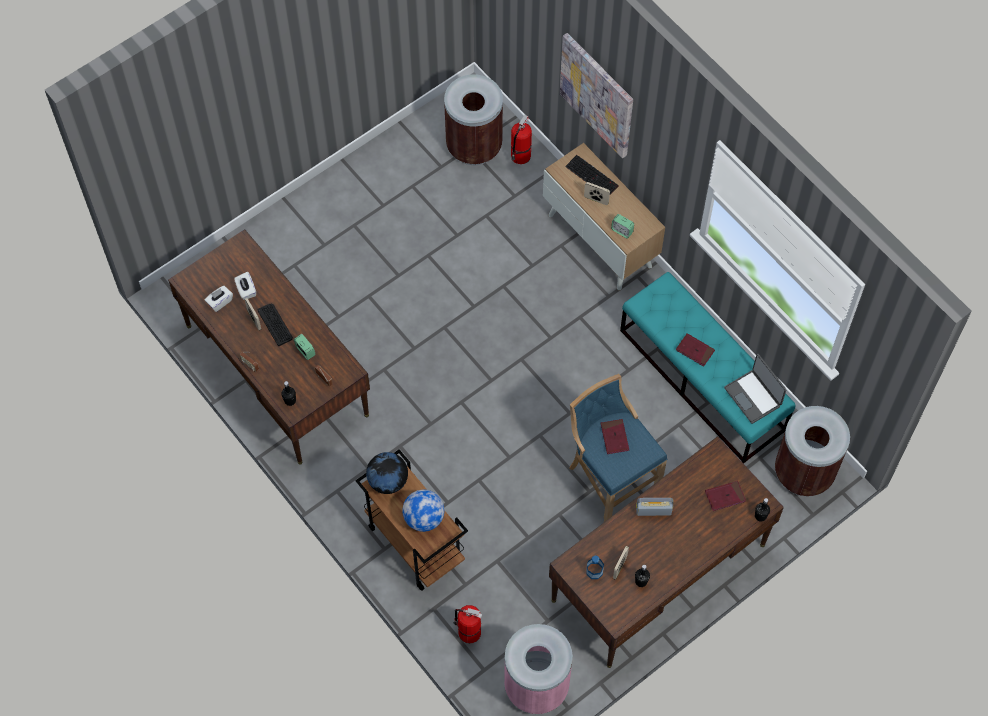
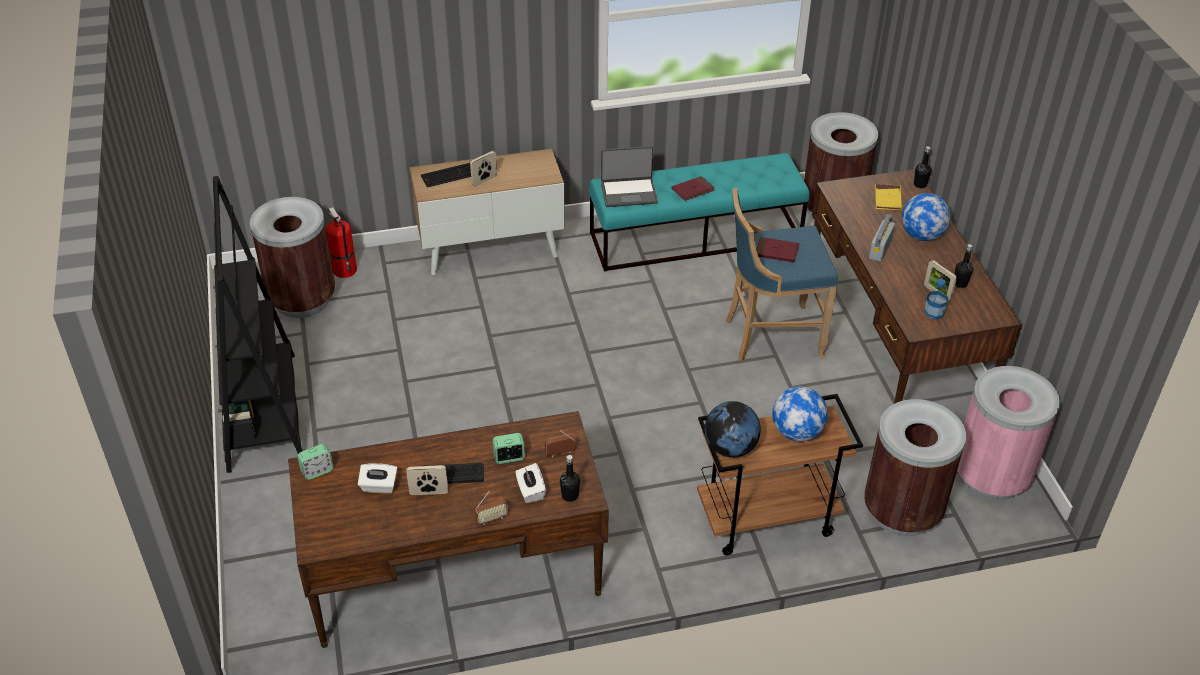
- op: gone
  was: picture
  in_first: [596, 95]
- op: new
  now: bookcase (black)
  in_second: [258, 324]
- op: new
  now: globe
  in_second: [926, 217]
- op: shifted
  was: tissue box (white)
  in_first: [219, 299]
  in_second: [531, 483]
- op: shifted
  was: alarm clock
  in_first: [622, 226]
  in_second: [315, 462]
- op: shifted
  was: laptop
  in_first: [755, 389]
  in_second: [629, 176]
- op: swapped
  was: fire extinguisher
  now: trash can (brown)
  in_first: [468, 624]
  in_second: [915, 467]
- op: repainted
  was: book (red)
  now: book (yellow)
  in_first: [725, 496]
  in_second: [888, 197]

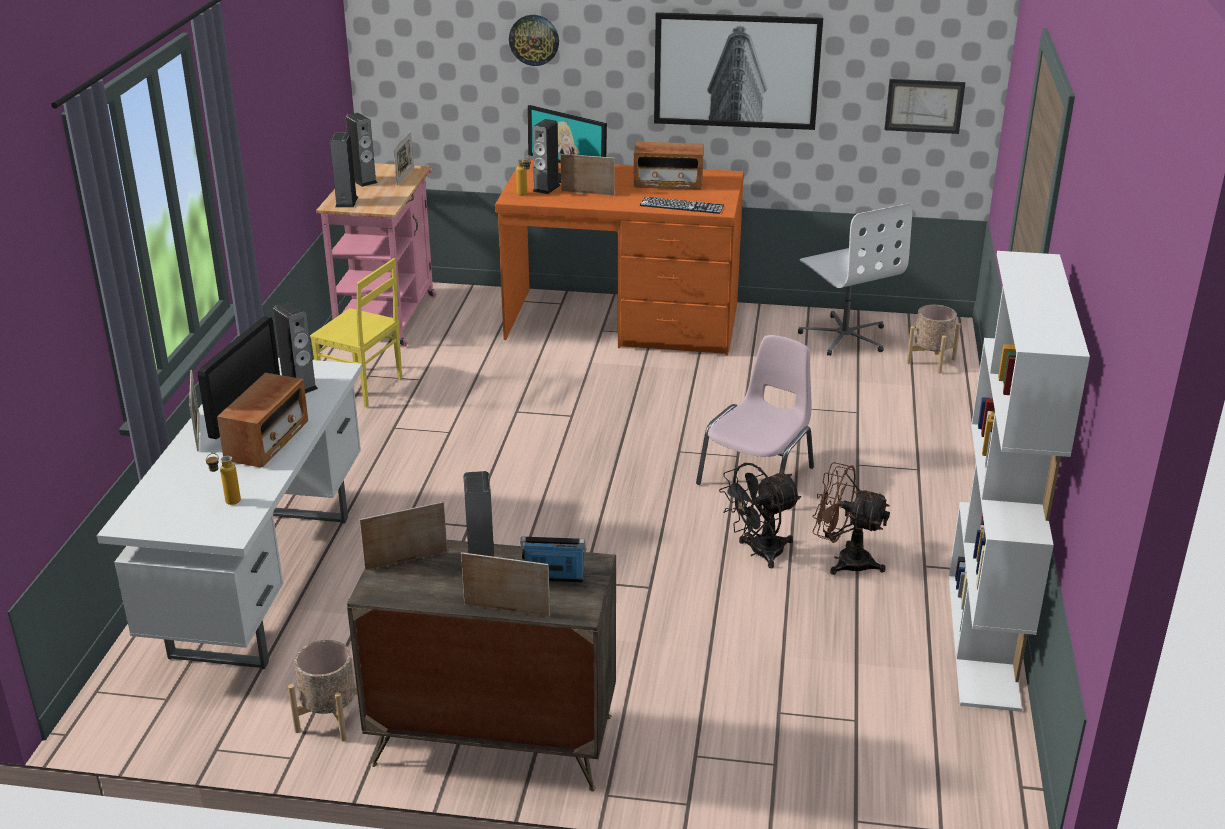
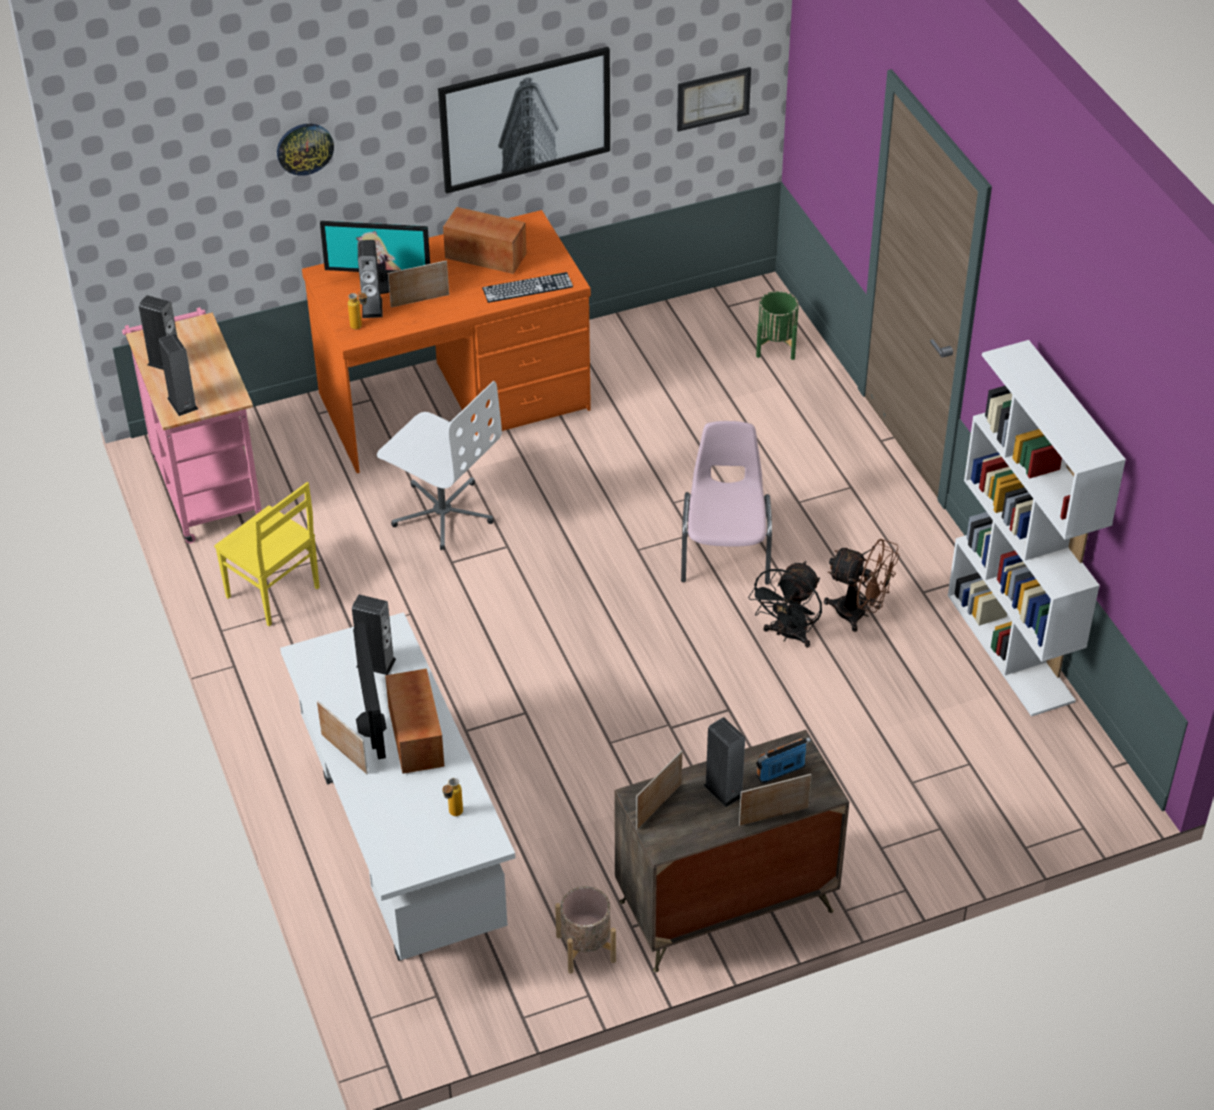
- op: gone
  was: picture frame
  in_first: [404, 158]
- op: shifted
  was: office chair (white)
  in_first: [855, 279]
  in_second: [439, 465]
- op: repainted
  was: planter (beige)
  now: planter (green)
  in_first: [933, 339]
  in_second: [777, 325]
- op: rotated
  was: chair (yellow)
  in_first: [356, 332]
  in_second: [267, 554]
  clockwise: 45
- op: rotated
  was: radio
  in_first: [669, 166]
  in_second: [485, 240]
  clockwise: -135
- op: rotated
  was: fan (brown)
  in_first: [851, 518]
  in_second: [862, 585]
  clockwise: -150

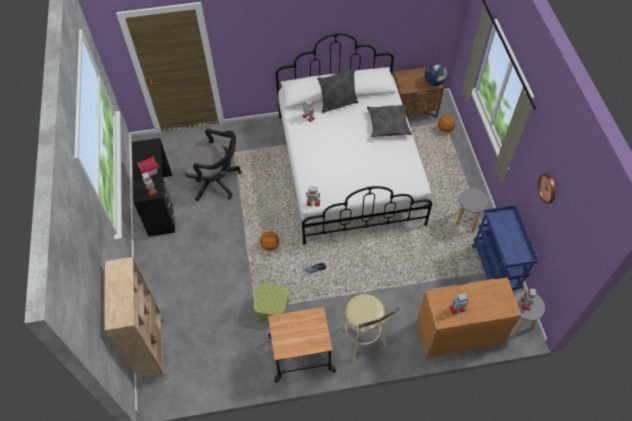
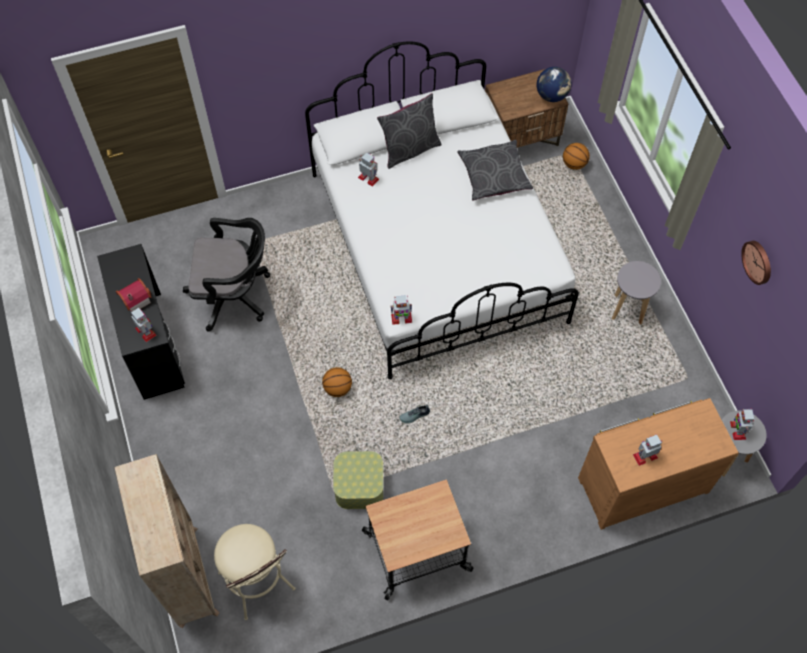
- op: gone
  was: cart (blue)
  in_first: [505, 247]
- op: shifted
  was: stool (beige)
  in_first: [368, 327]
  in_second: [255, 572]

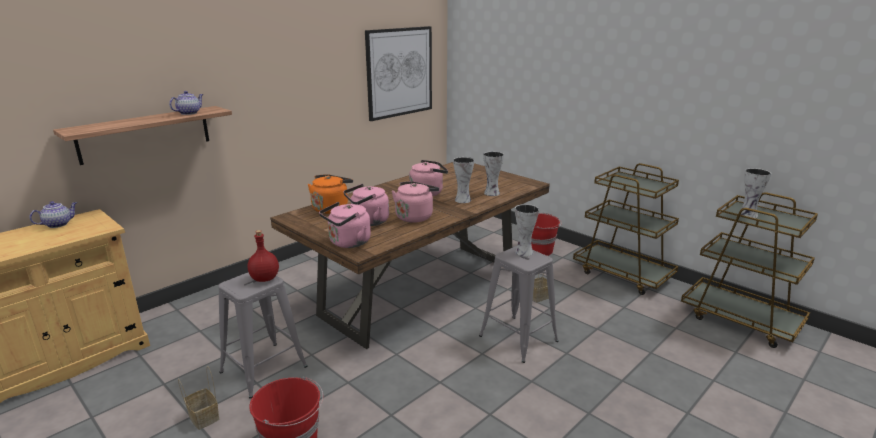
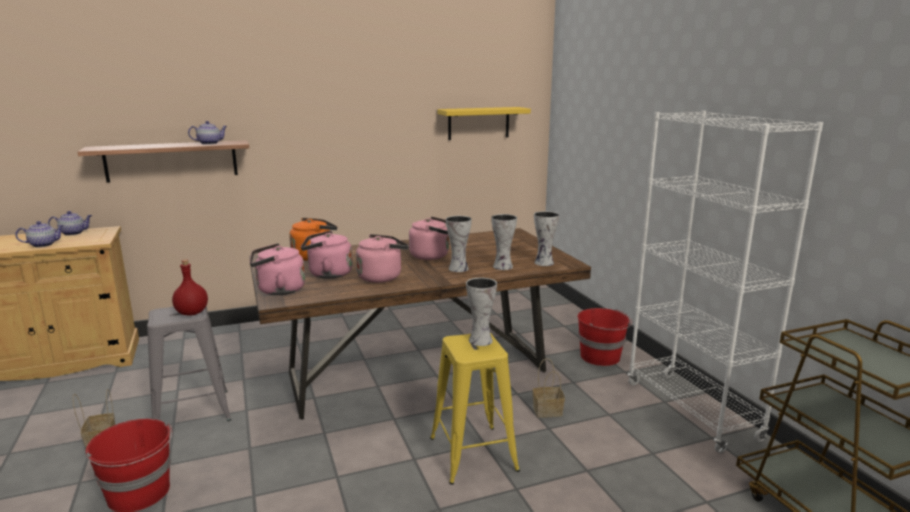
- op: new
  now: teapot
  in_second: [39, 234]
- op: shifted
  was: vase
  in_first: [756, 193]
  in_second: [546, 238]
- op: swapped
  was: picture
  now: shelf (yellow)
  in_first: [398, 73]
  in_second: [484, 123]
- op: swapped
  was: cart (brown)
  now: bookcase (white)
  in_first: [626, 229]
  in_second: [725, 282]
- op: repainted
  was: stool (grey)
  now: stool (yellow)
  in_first: [518, 304]
  in_second: [475, 409]

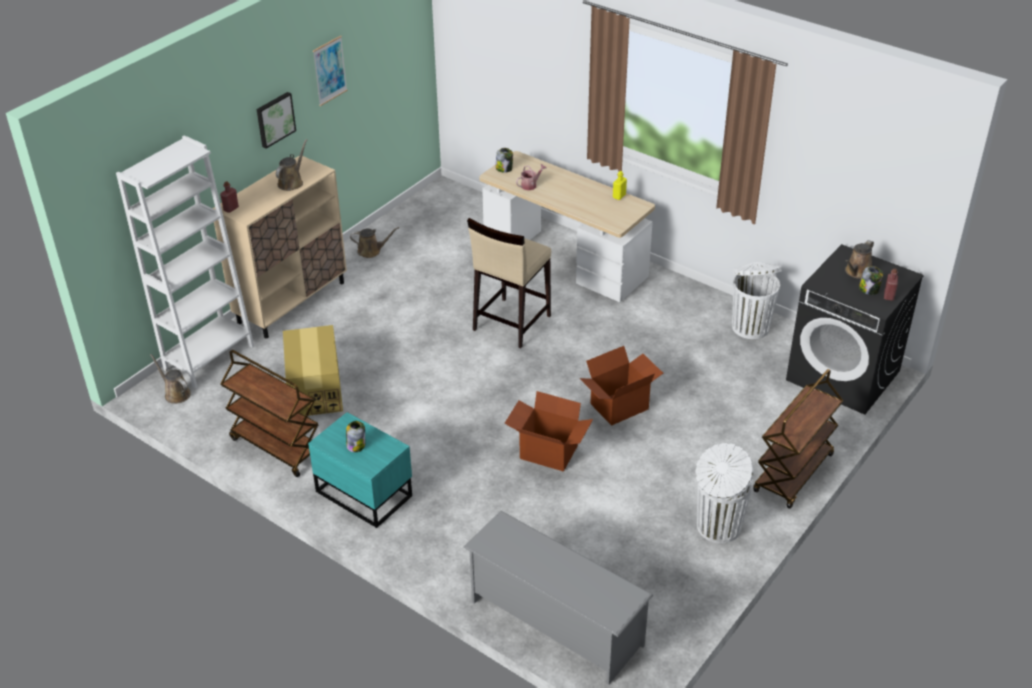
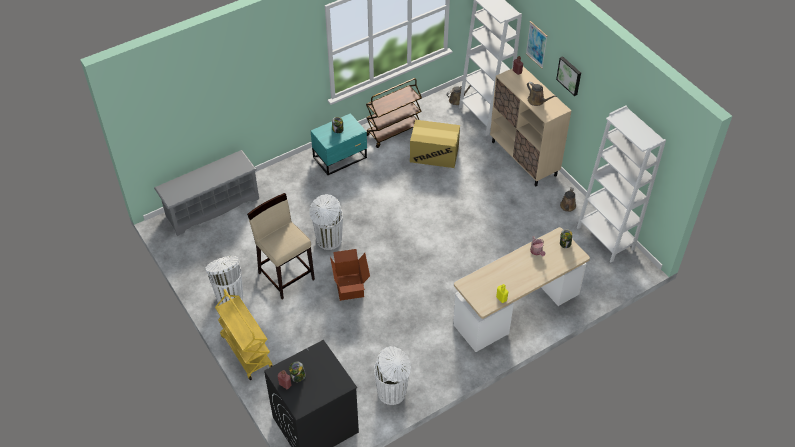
- op: gone
  was: watering can (brown)
  in_first: [859, 259]
- op: new
  now: bookcase (white)
  in_second: [621, 183]
- op: shifted
  was: picture
  in_first: [330, 71]
  in_second: [536, 44]
- op: shifted
  was: stool (beige)
  in_first: [509, 283]
  in_second: [281, 246]
- op: swapped
  was: cardboard box
  now: trash can (white)
  in_first: [548, 431]
  in_second: [326, 222]
- op: repainted
  was: cart (brown)
  now: cart (yellow)
  in_first: [798, 439]
  in_second: [244, 334]

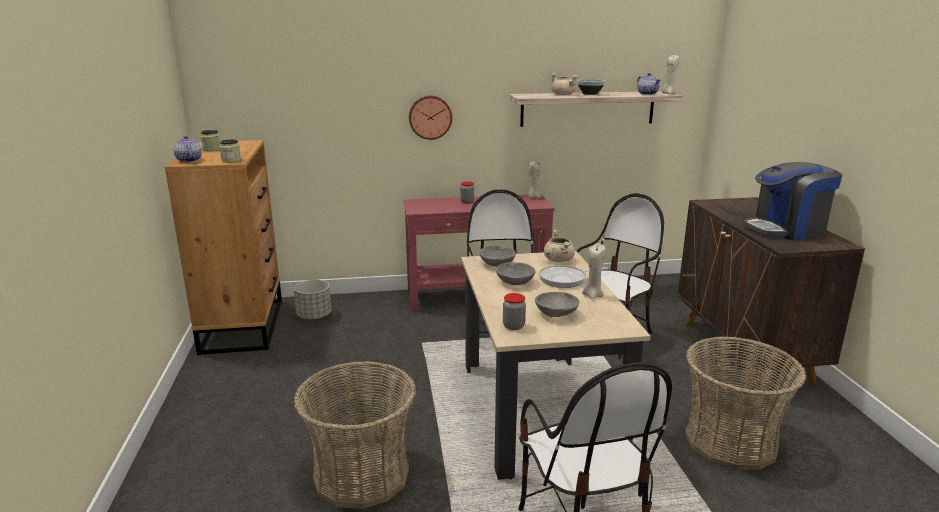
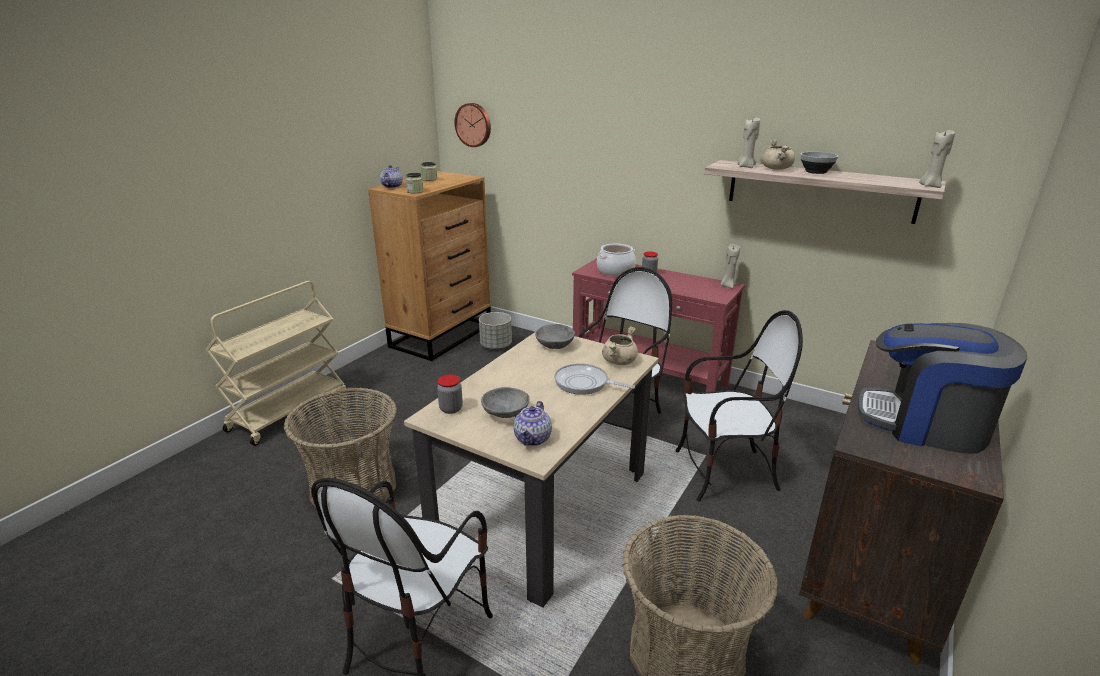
- op: gone
  was: bowl (grey)
  in_first: [516, 273]
- op: new
  now: cart (beige)
  in_second: [275, 363]
- op: new
  now: cooking pot
  in_second: [616, 260]
- op: shifted
  was: wall clock
  in_first: [430, 117]
  in_second: [472, 125]
- op: shifted
  was: candle (beige)
  in_first: [593, 271]
  in_second: [748, 143]
- op: shifted
  was: teapot
  in_first: [649, 84]
  in_second: [532, 423]

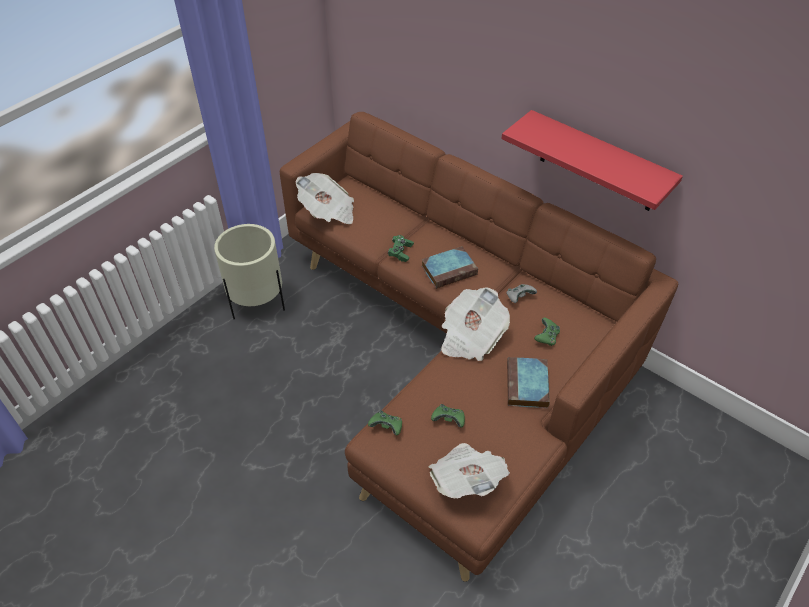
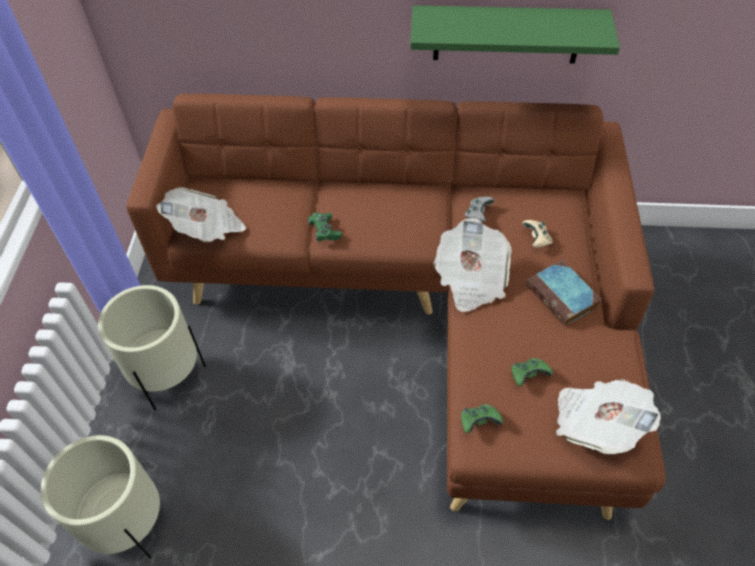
- op: gone
  was: book
  in_first: [449, 267]
- op: new
  now: planter (beige)
  in_second: [100, 496]
- op: repainted
  was: shelf (red)
  now: shelf (green)
  in_first: [592, 160]
  in_second: [515, 34]
- op: repainted
  was: game controller (green)
  now: game controller (beige)
  in_first: [547, 332]
  in_second: [537, 234]

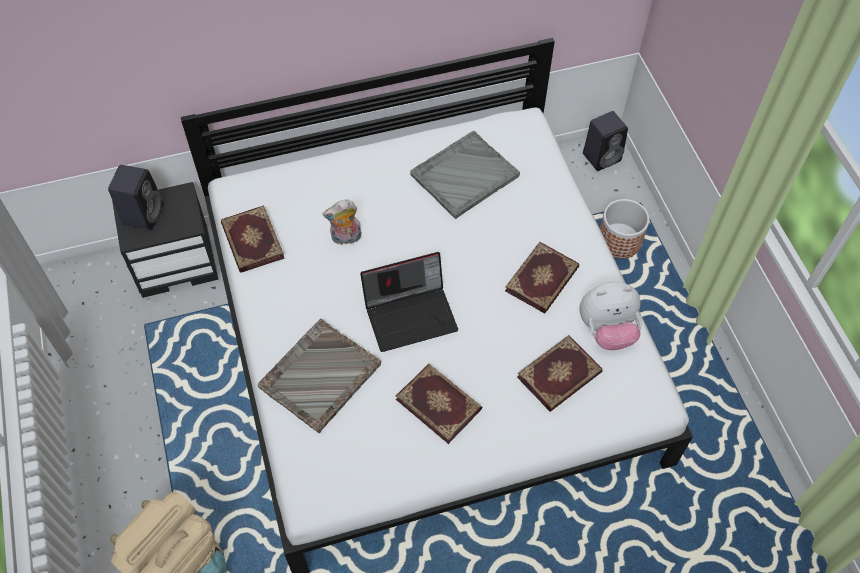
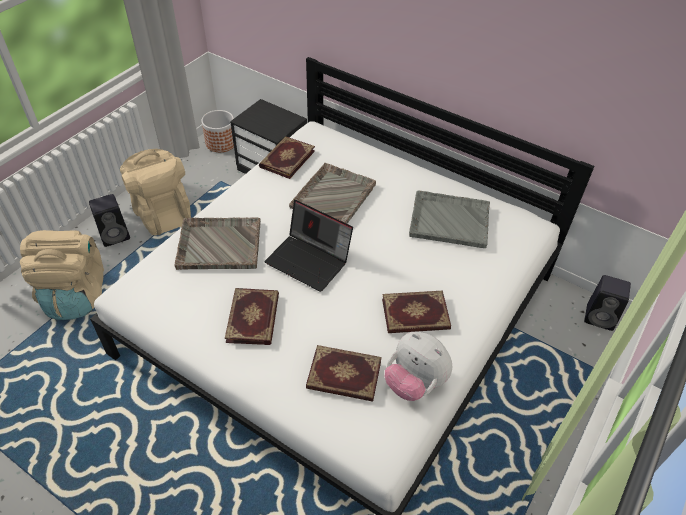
- op: new
  now: backpack (beige)
  in_second: [155, 192]
- op: shifted
  was: speaker (black)
  in_first: [135, 197]
  in_second: [109, 220]
- op: shifted
  was: planter
  in_first: [624, 228]
  in_second: [217, 131]
- op: swapped
  was: plush toy
  now: tray (grey)
  in_first: [342, 222]
  in_second: [332, 193]

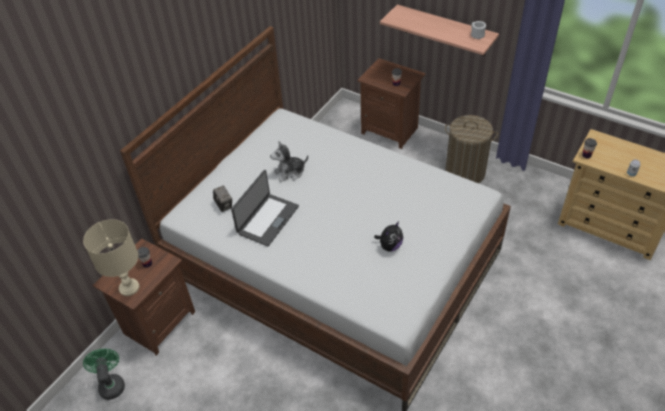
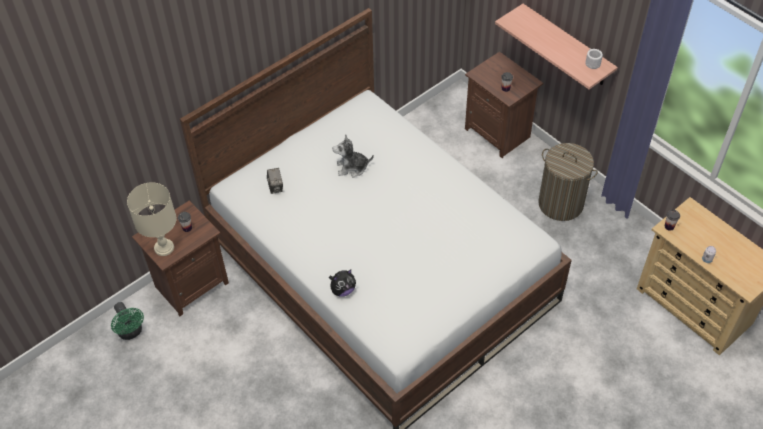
- op: gone
  was: laptop
  in_first: [265, 208]
- op: shifted
  was: plush toy
  in_first: [388, 236]
  in_second: [342, 283]
- op: rotated
  was: fan (green)
  in_first: [104, 374]
  in_second: [127, 321]
  clockwise: 150

